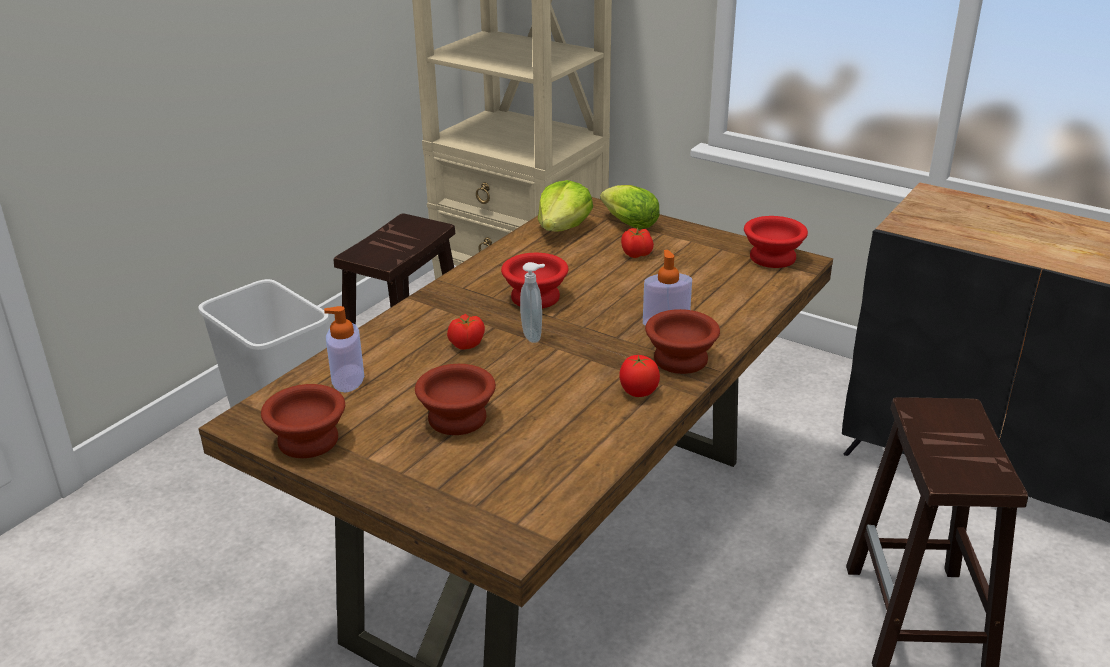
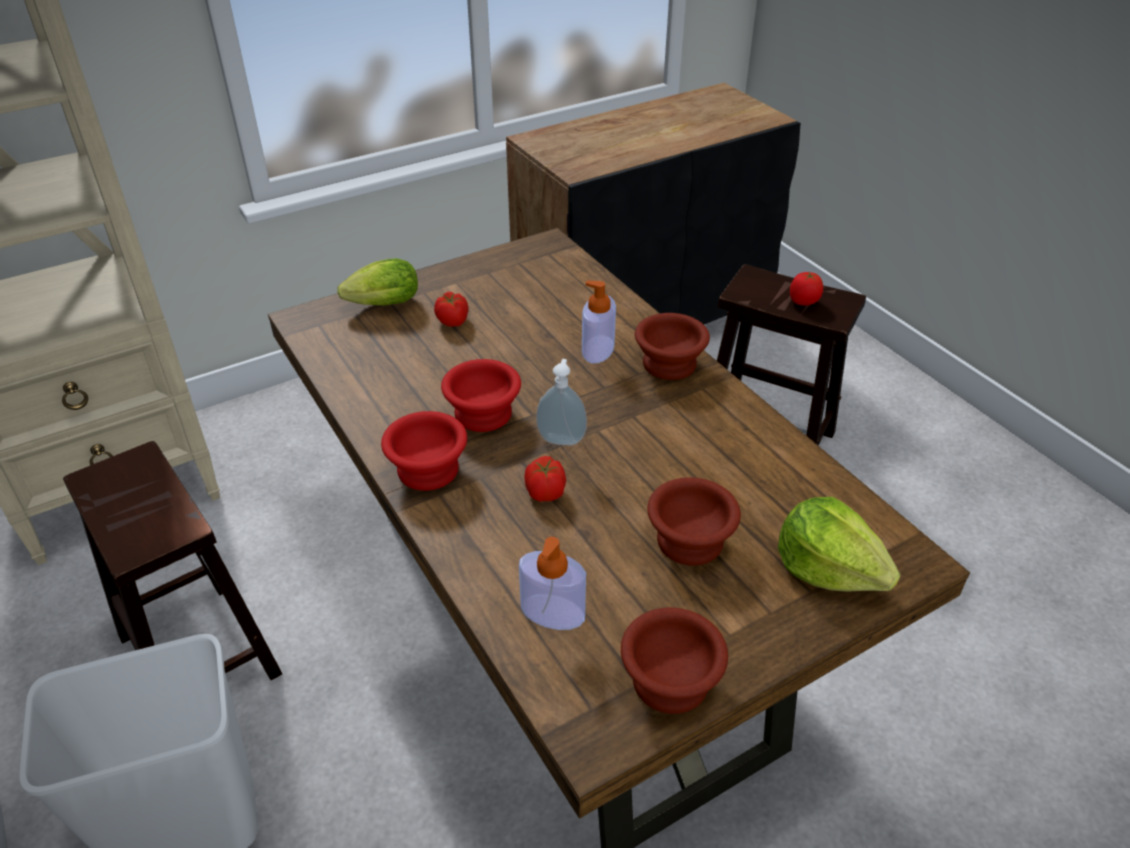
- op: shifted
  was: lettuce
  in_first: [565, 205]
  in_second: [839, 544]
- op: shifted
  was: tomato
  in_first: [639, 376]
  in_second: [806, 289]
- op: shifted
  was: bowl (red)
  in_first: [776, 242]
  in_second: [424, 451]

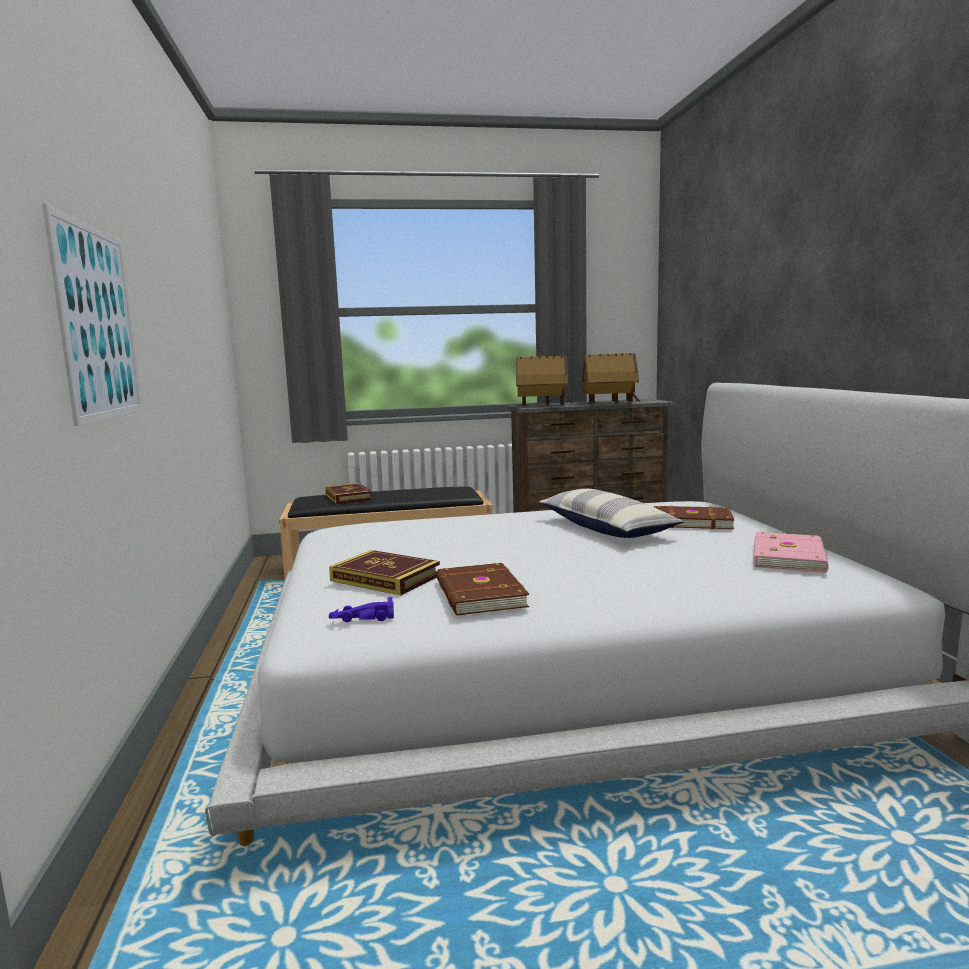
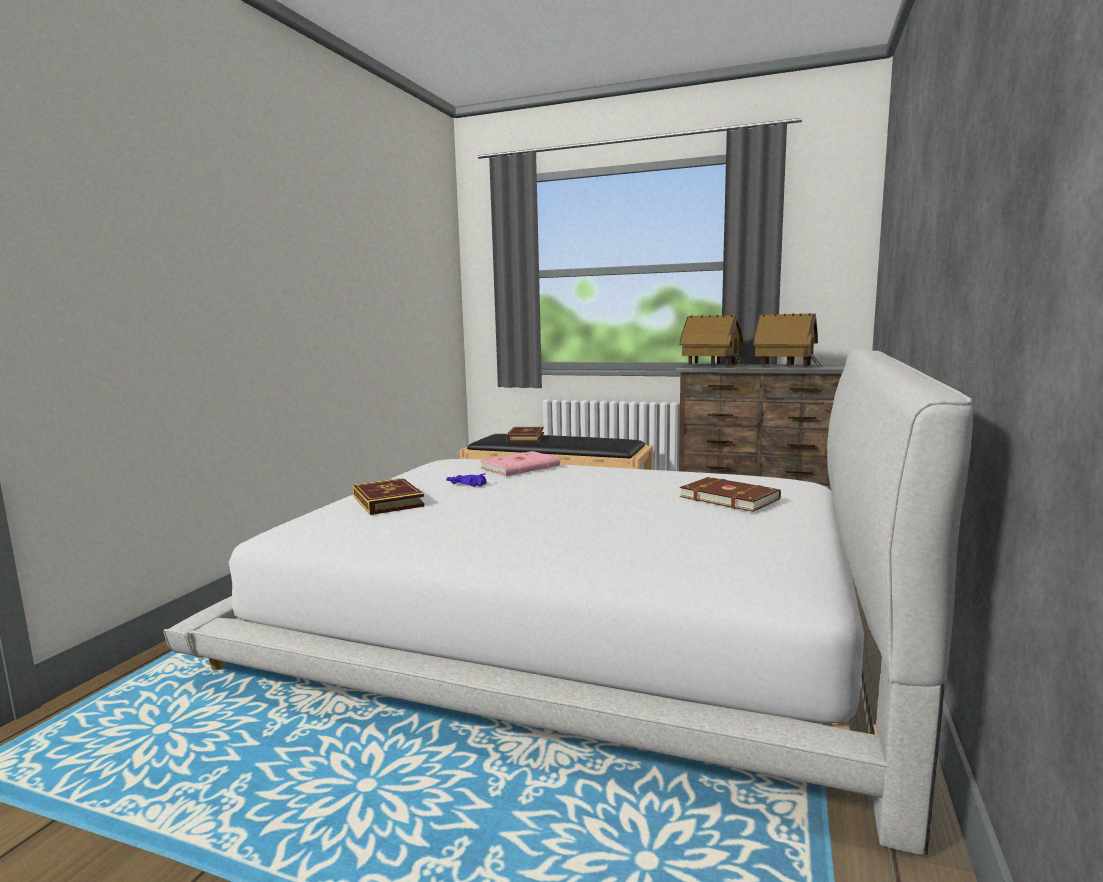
- op: gone
  was: picture
  in_first: [92, 314]
- op: gone
  was: book (brown)
  in_first: [482, 589]
- op: gone
  was: pillow
  in_first: [611, 513]
- op: shifted
  was: toy car (purple)
  in_first: [361, 609]
  in_second: [466, 480]
- op: shifted
  was: book (pink)
  in_first: [791, 552]
  in_second: [520, 463]

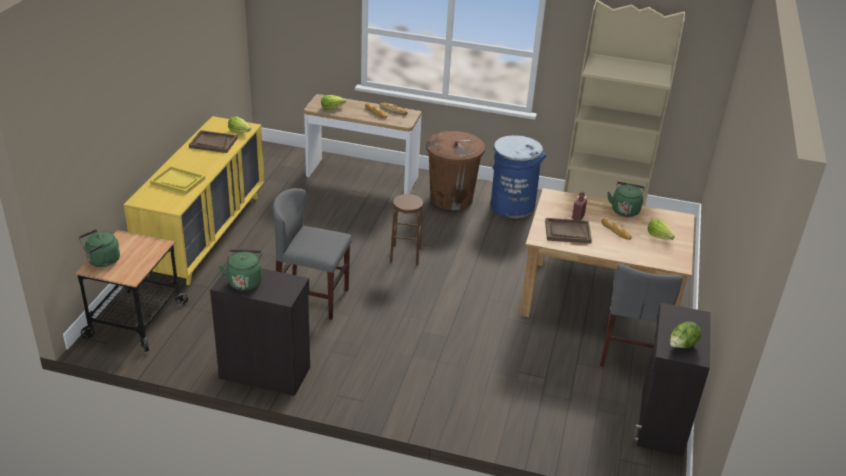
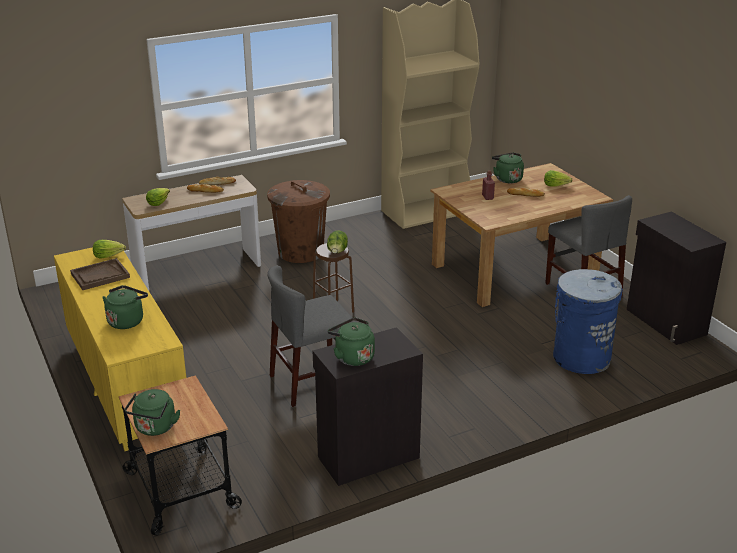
- op: gone
  was: tray (brown)
  in_first: [568, 231]
- op: shifted
  was: trash can (blue)
  in_first: [518, 177]
  in_second: [588, 321]
- op: shifted
  was: lettuce
  in_first: [685, 334]
  in_second: [337, 241]
- op: swapped
  was: tray (yellow)
  now: kettle (green)
  in_first: [177, 180]
  in_second: [125, 307]

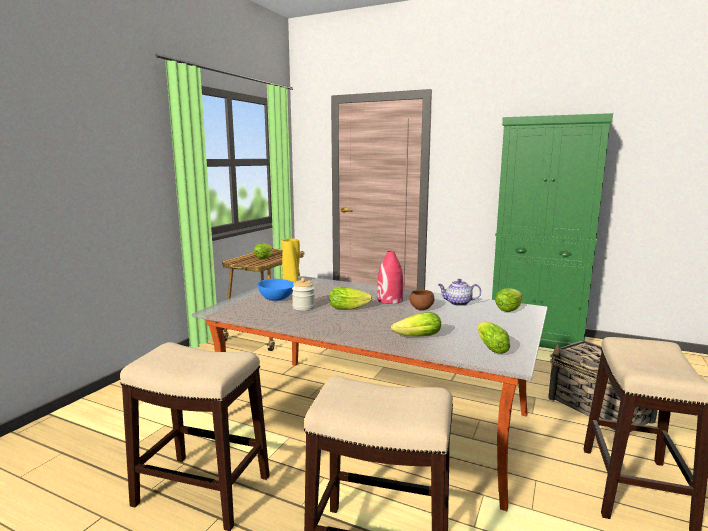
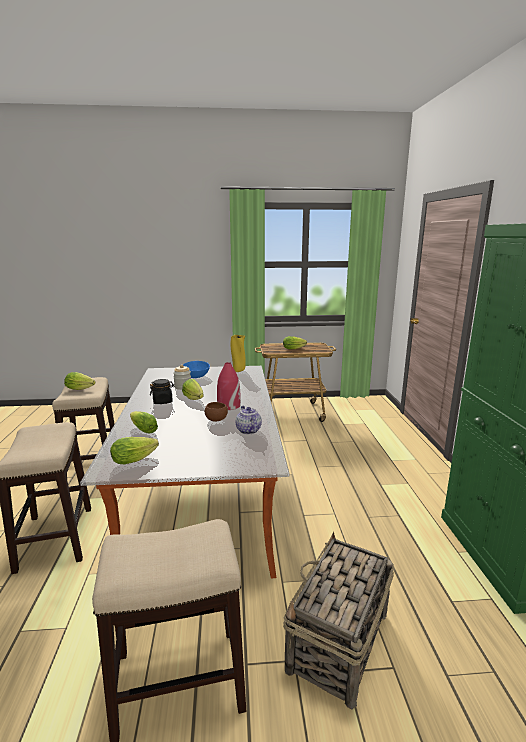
- op: new
  now: jar (black)
  in_second: [162, 391]
- op: shifted
  was: lettuce
  in_first: [508, 300]
  in_second: [79, 381]

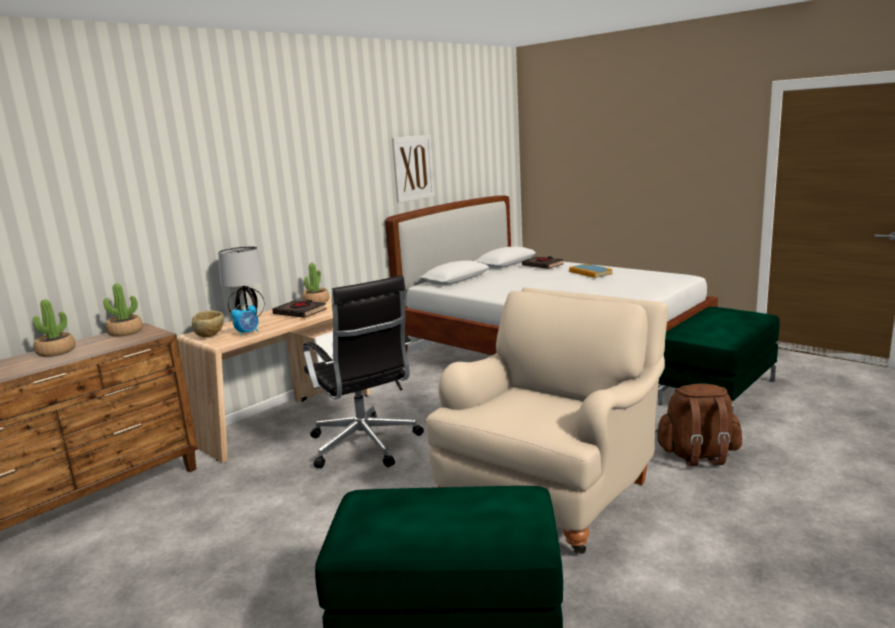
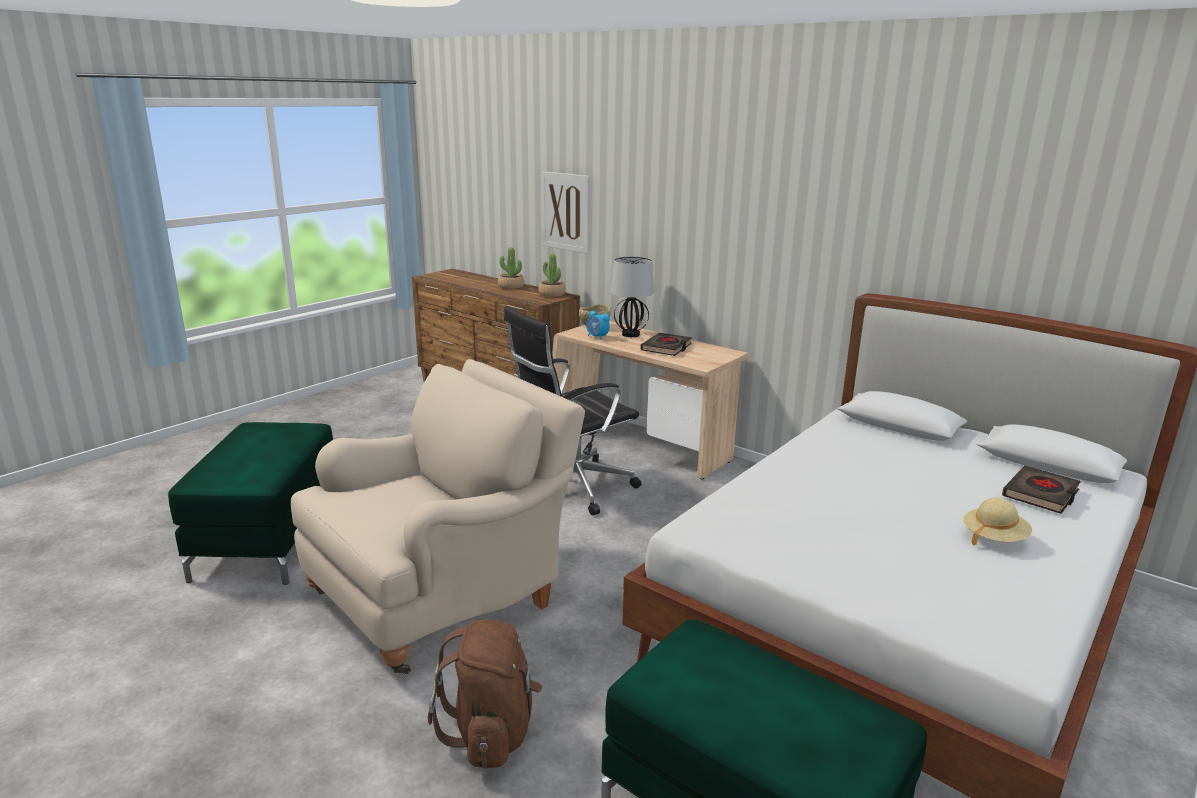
- op: gone
  was: potted plant
  in_first: [315, 283]
- op: shifted
  was: picture
  in_first: [413, 169]
  in_second: [565, 212]
- op: swapped
  was: book
  now: hat (beige)
  in_first: [591, 271]
  in_second: [997, 522]
- op: rotated
  was: armchair (beige)
  in_first: [547, 420]
  in_second: [438, 517]
  clockwise: -75

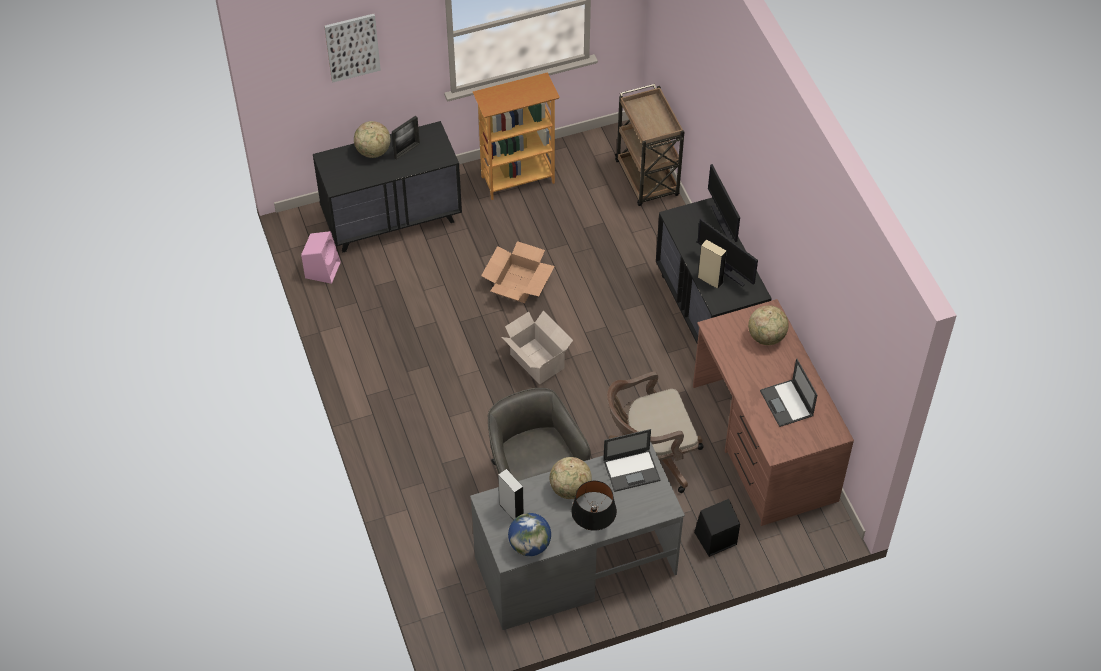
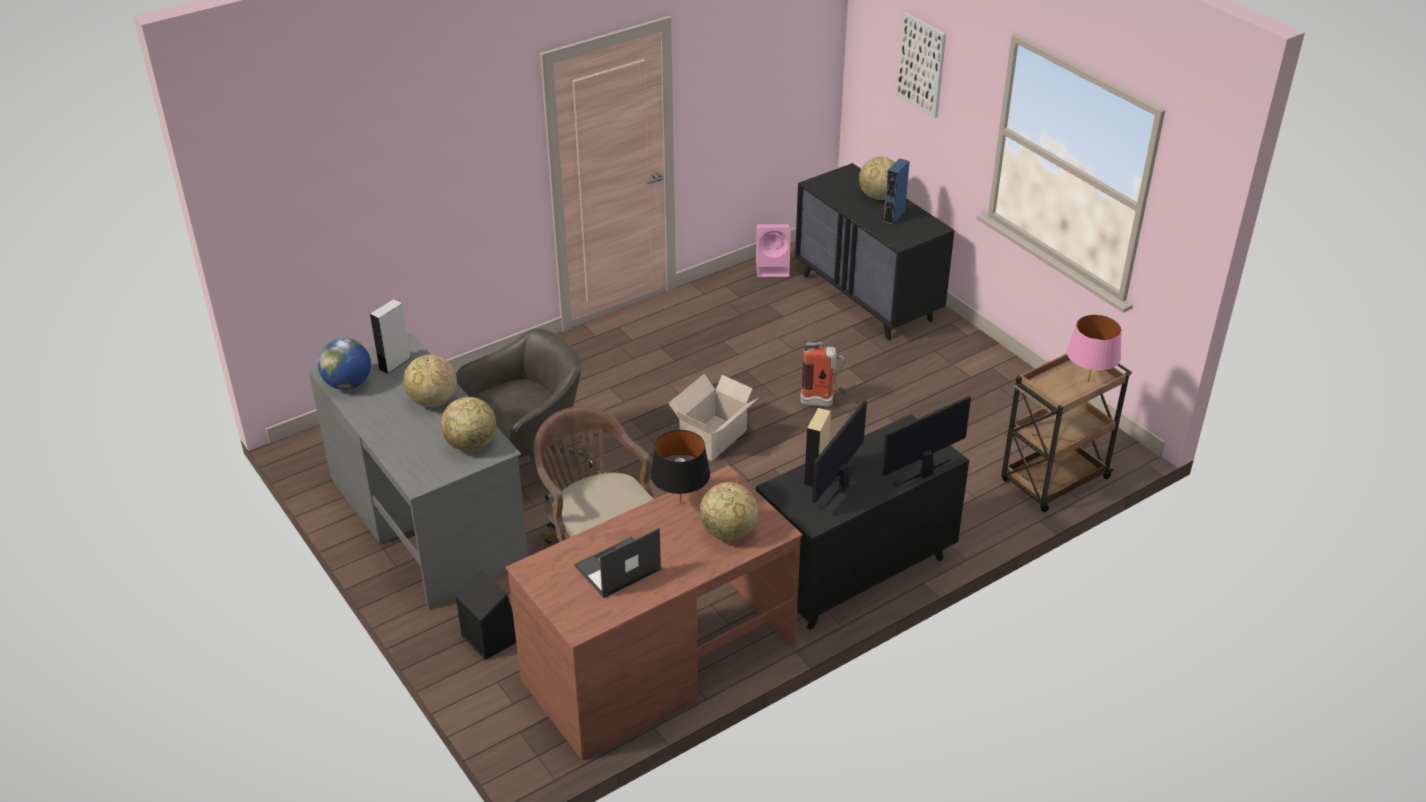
- op: gone
  was: bookcase
  in_first: [516, 136]
- op: new
  now: table lamp (pink)
  in_second: [1094, 348]
- op: shifted
  was: table lamp (black)
  in_first: [594, 506]
  in_second: [680, 466]
- op: swapped
  was: picture frame
  now: speaker (blue)
  in_first: [406, 138]
  in_second: [896, 191]
- op: swapped
  was: cardboard box
  now: fire extinguisher
  in_first: [518, 272]
  in_second: [823, 374]
- op: swapped
  was: laptop
  now: globe
  in_first: [632, 460]
  in_second: [468, 424]

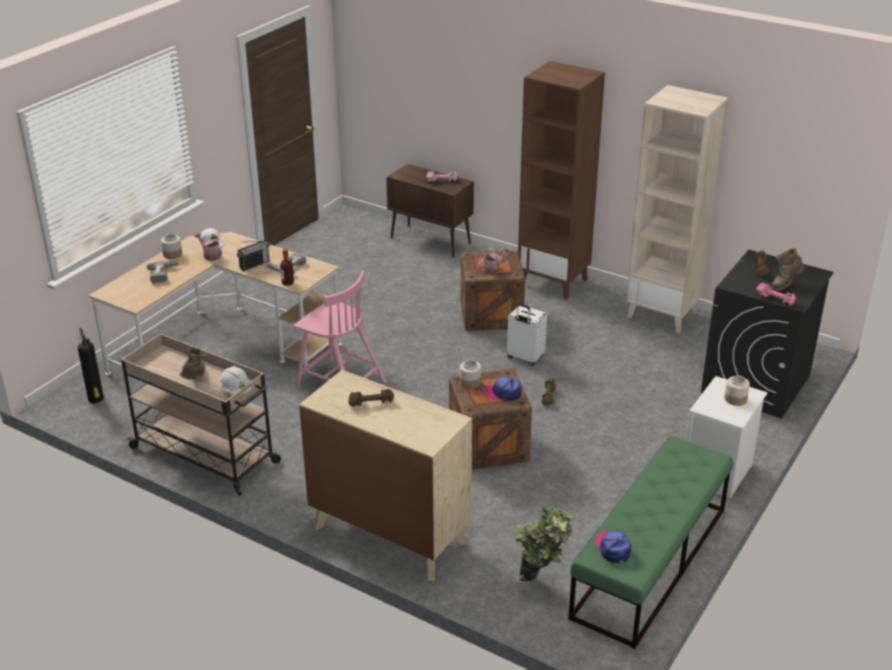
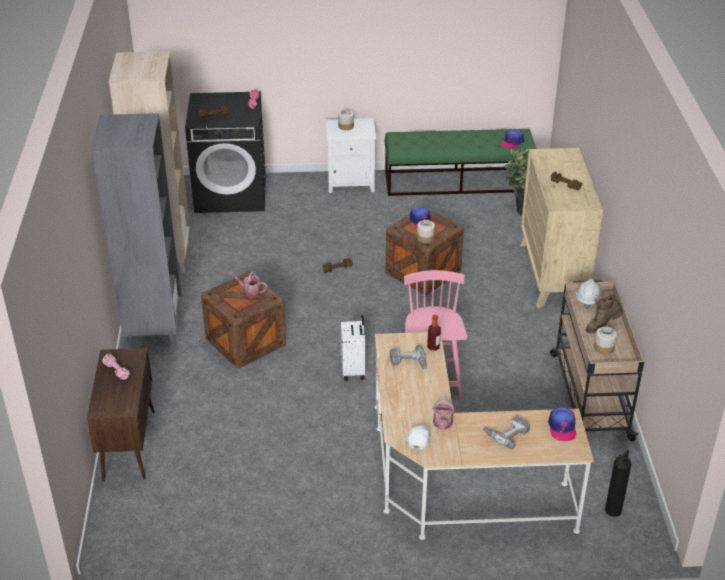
- op: gone
  was: radio
  in_first: [253, 255]
- op: gone
  was: boot (brown)
  in_first: [788, 269]
- op: new
  now: cap
  in_second: [562, 424]
- op: shifted
  was: jar
  in_first: [171, 246]
  in_second: [605, 340]
- op: shifted
  was: suitcase (white)
  in_first: [527, 335]
  in_second: [353, 348]
- op: repainted
  was: bookcase (brown)
  now: bookcase (grey)
  in_first: [561, 180]
  in_second: [136, 231]

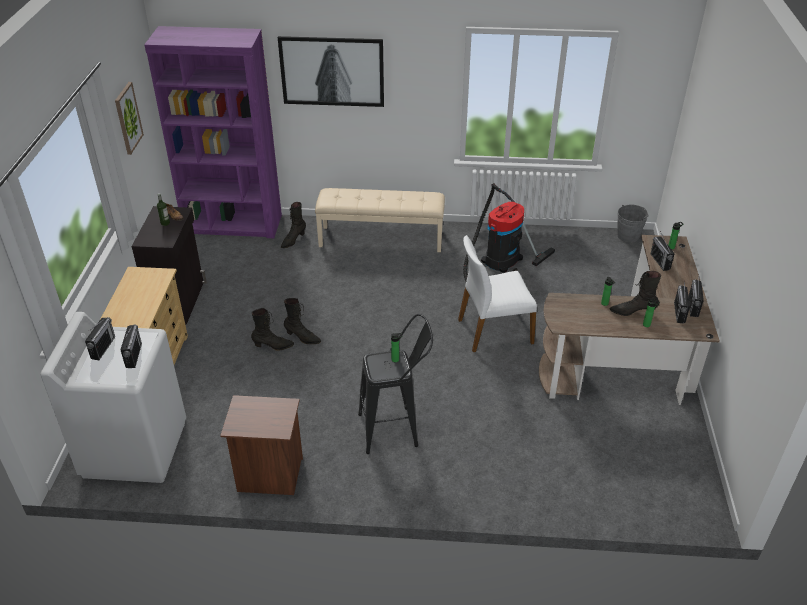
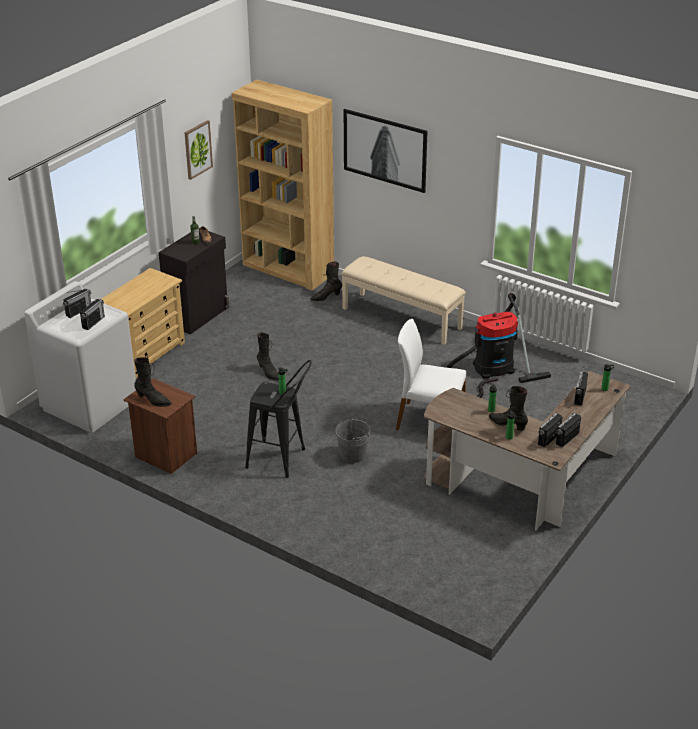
- op: shifted
  was: boot (black)
  in_first: [272, 329]
  in_second: [153, 382]
- op: shifted
  was: bucket (grey)
  in_first: [632, 223]
  in_second: [353, 440]
- op: repainted
  was: bookcase (purple)
  now: bookcase (brown)
  in_first: [213, 132]
  in_second: [283, 185]

